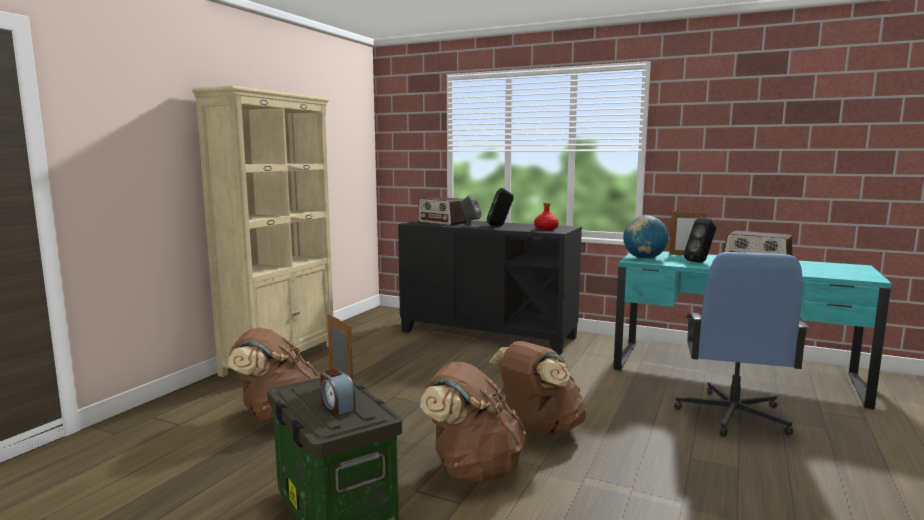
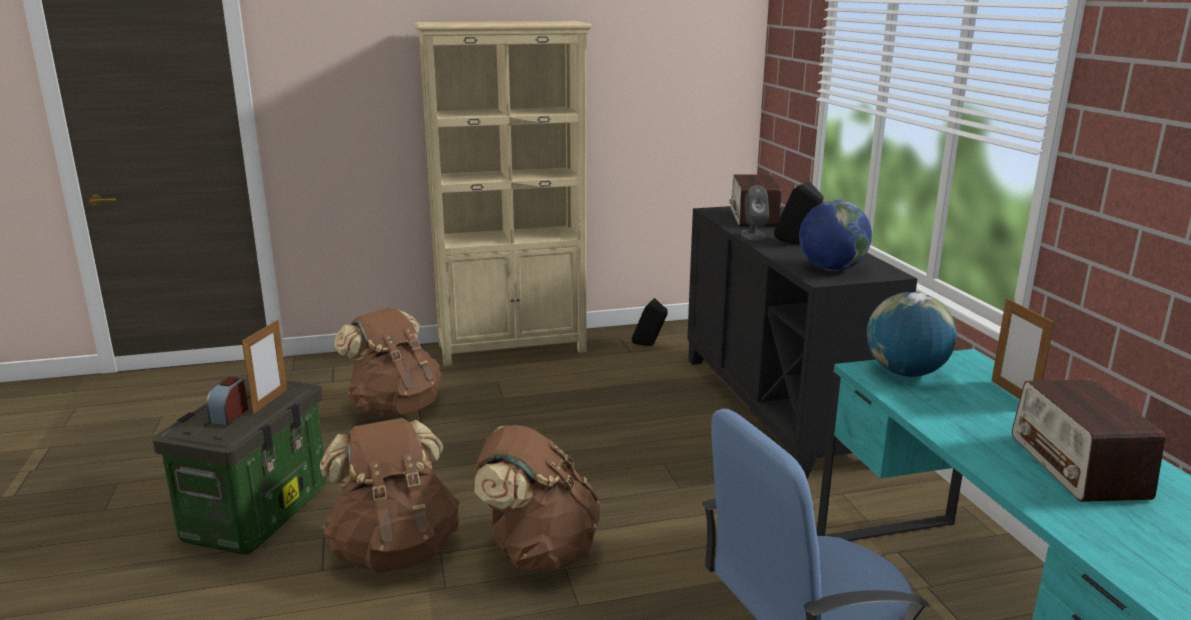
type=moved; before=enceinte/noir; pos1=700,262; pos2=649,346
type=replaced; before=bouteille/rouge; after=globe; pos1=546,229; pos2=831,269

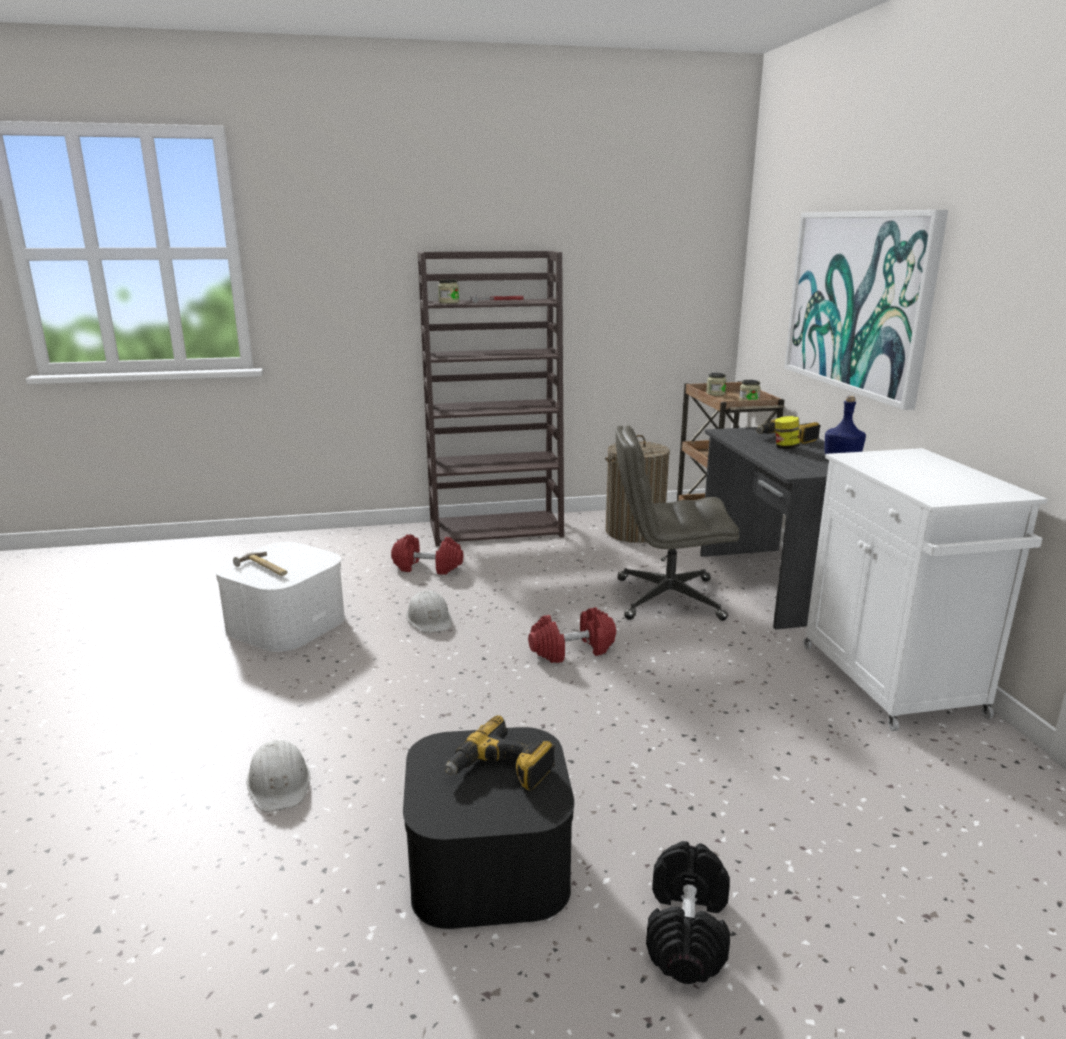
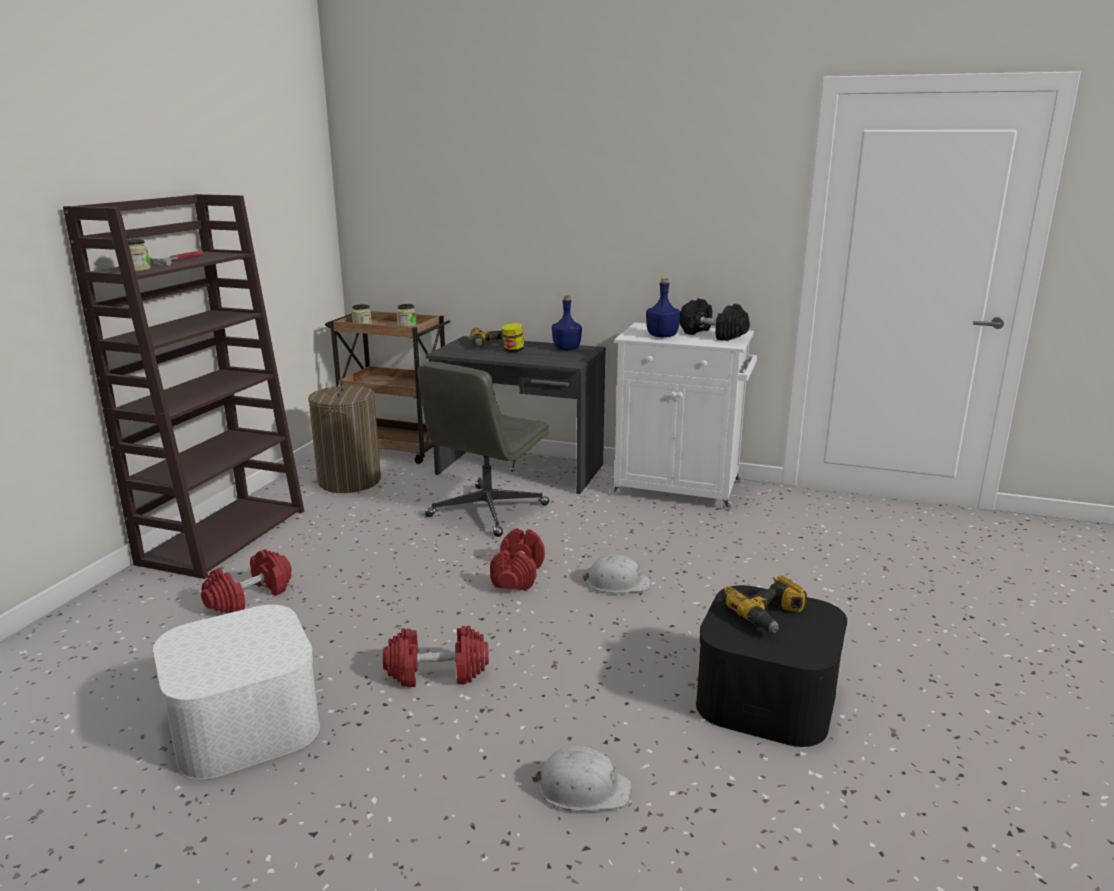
type=removed; before=marteau; pos1=263,569
type=removed; before=tableau; pos1=858,302
type=added; after=haltère/rouge; pos2=437,673
type=added; after=bouteille/bleu; pos2=661,336
type=moved; before=casque de chantier/blanc; pos1=429,619; pos2=617,583
type=moved; before=haltère/noir; pos1=687,931; pos2=713,335

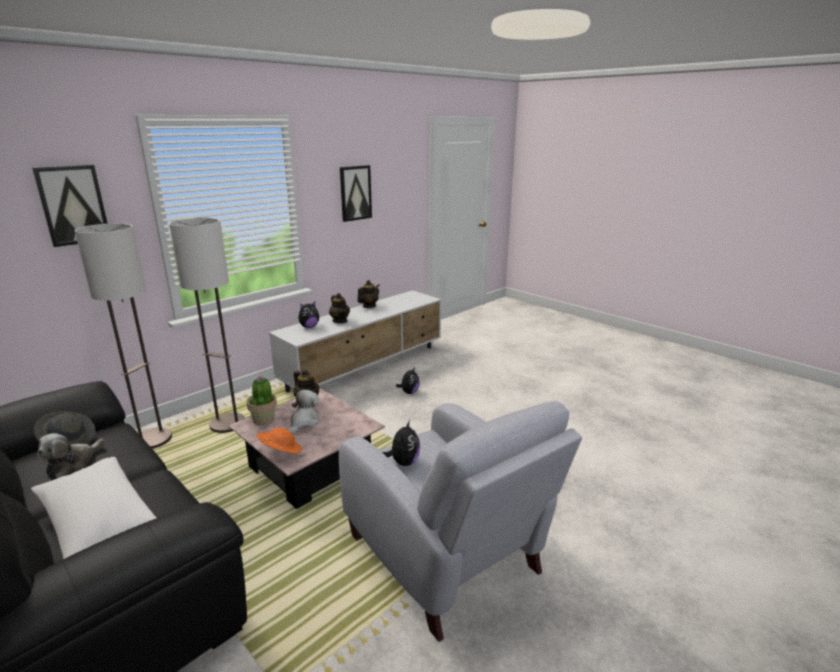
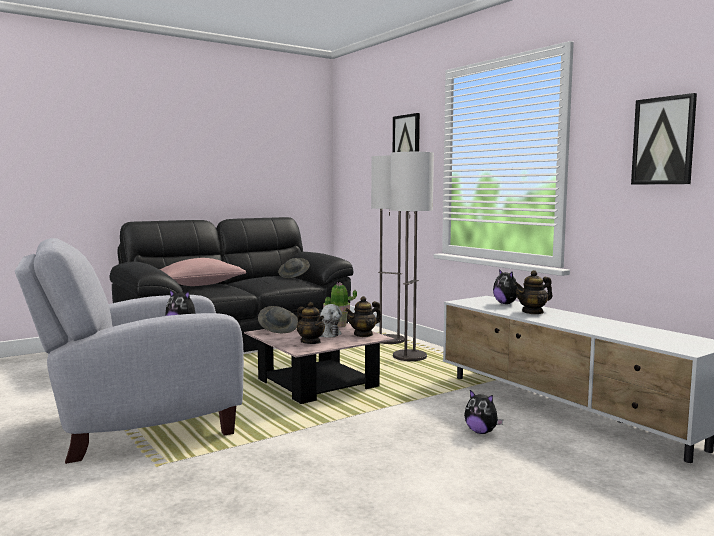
type=removed; before=peluche; pos1=73,463
type=moved; before=théière; pos1=369,306; pos2=311,342
type=recoloured; before=coussin/blanc; after=coussin/rose; pos1=99,524; pos2=199,285
type=recoloured; before=chapeau/orange; after=chapeau/gris; pos1=280,452; pos2=278,329

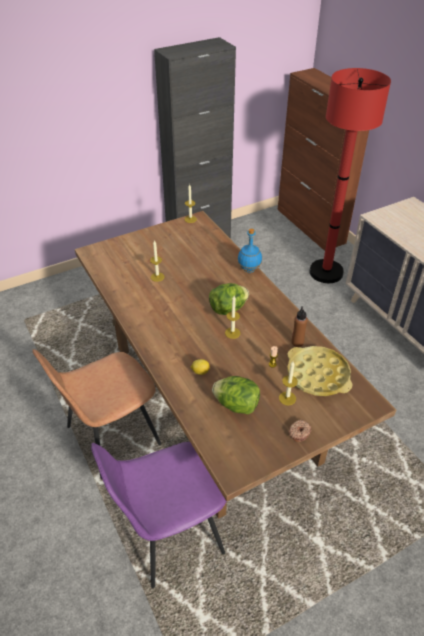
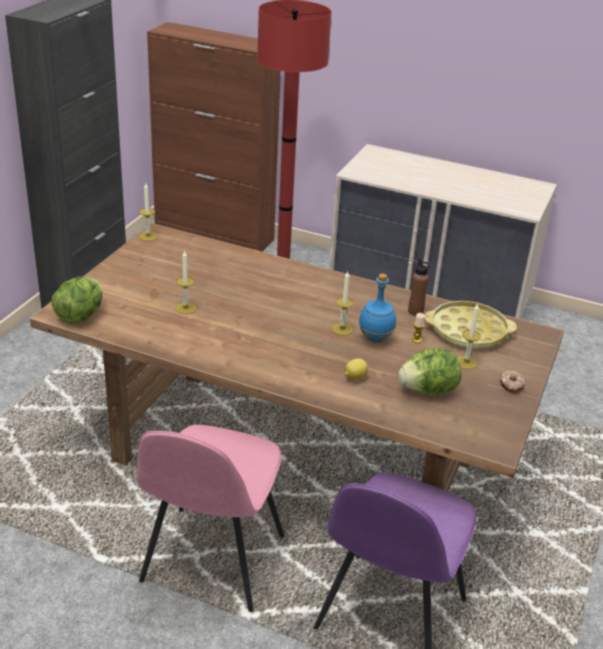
type=moved; before=laitue; pos1=228,309; pos2=80,316
type=moved; before=bouteille/bleu; pos1=249,269; pos2=375,338
type=recoloured; before=chaise/marron; after=chaise/rose; pos1=111,436; pos2=212,561

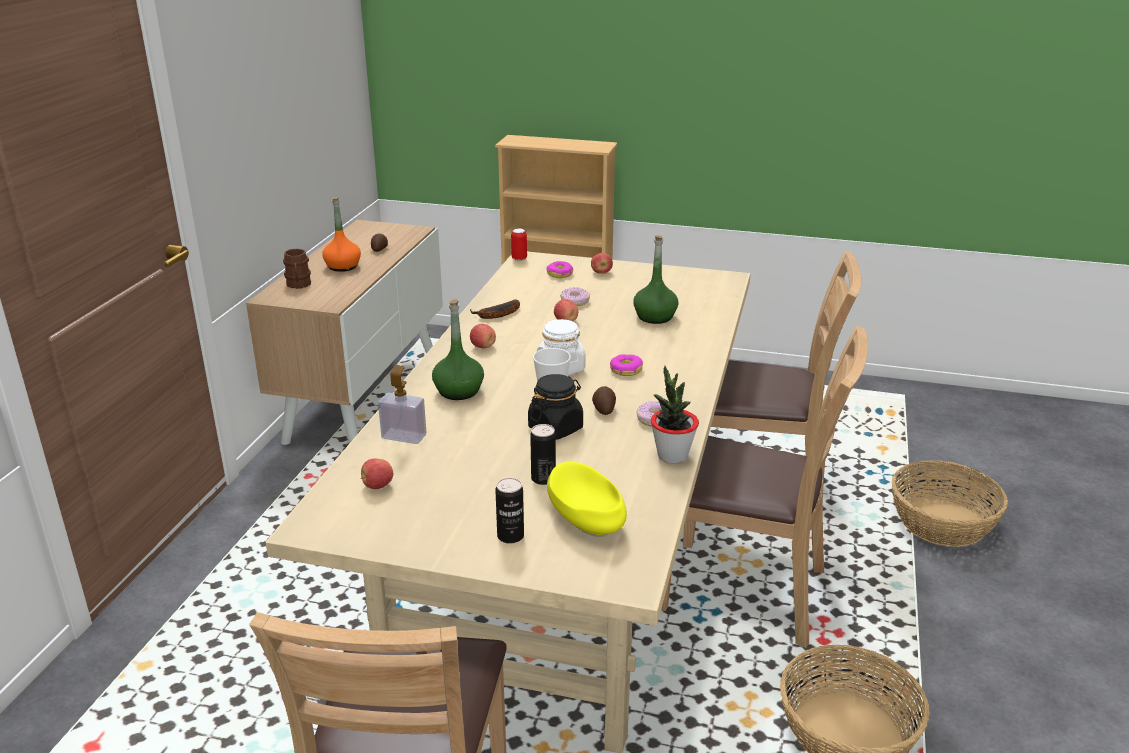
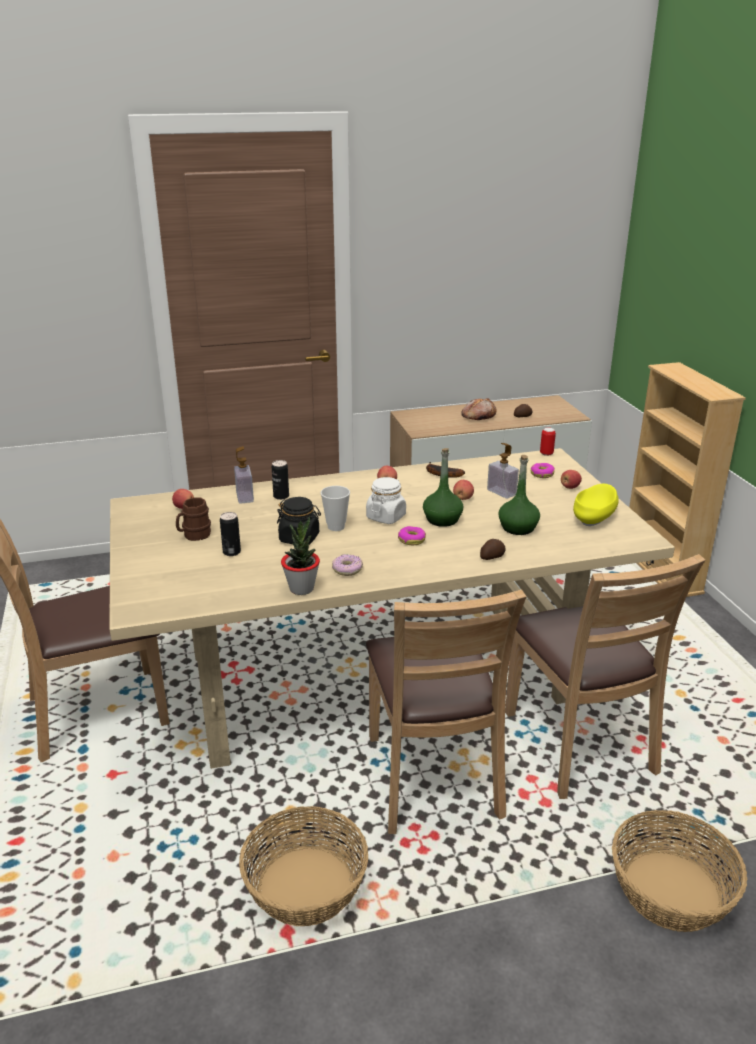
type=moved; before=mug/marron; pos1=298,285; pos2=194,535
type=moved; before=bouteille/vert; pos1=458,391; pos2=442,519
type=moved; before=boîte métallique; pos1=510,536; pos2=281,496
type=moved; before=bol/jaune; pos1=586,517; pos2=594,516
type=moved; before=pomme de terre; pos1=604,409; pos2=491,556
type=replaced; before=bouteille/orange; after=pain; pos1=342,266; pos2=478,416
type=replaced; before=beignet; after=distributeur de savon; pos1=575,301; pos2=501,492

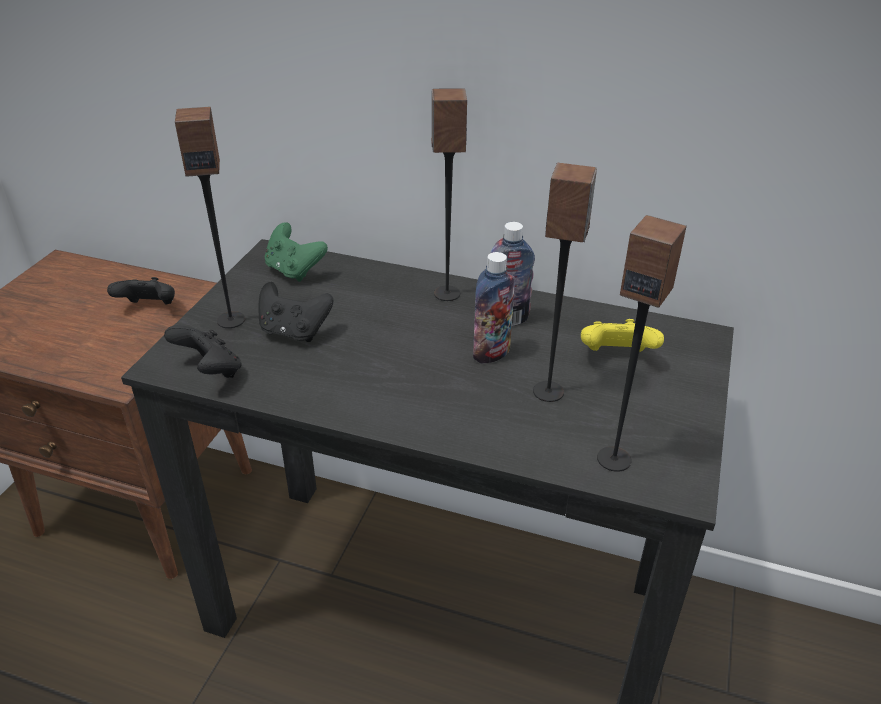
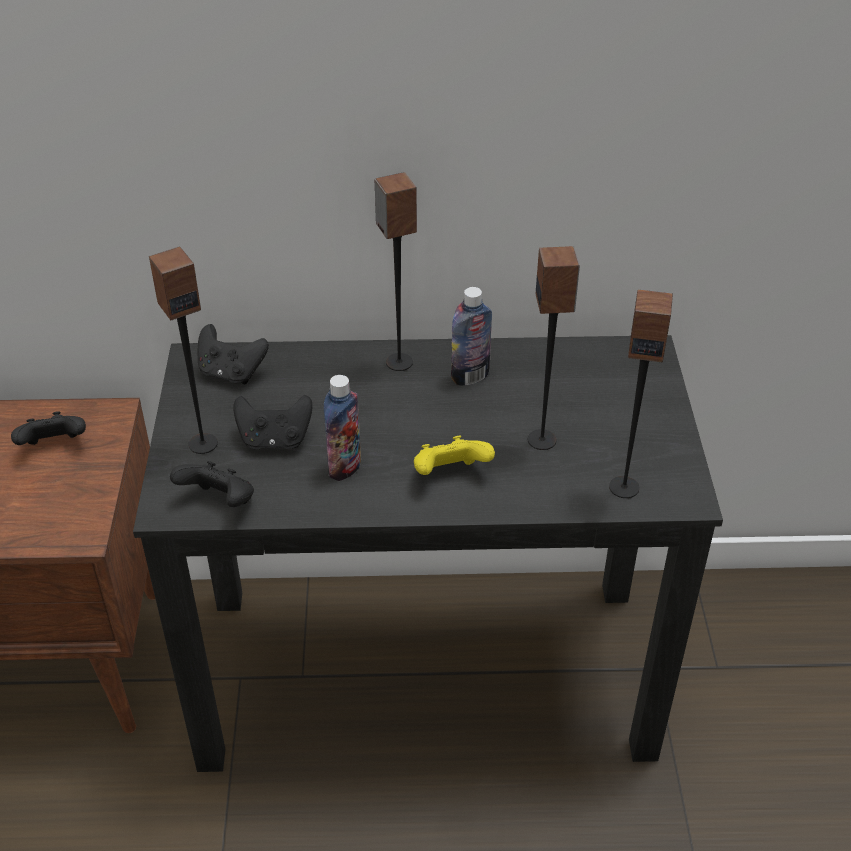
type=moved; before=bouteille; pos1=491,353; pos2=345,467
type=moved; before=manette/jaune; pos1=615,357; pos2=450,474
type=recoloured; before=manette/vert; after=manette/noir; pos1=294,270; pos2=231,373

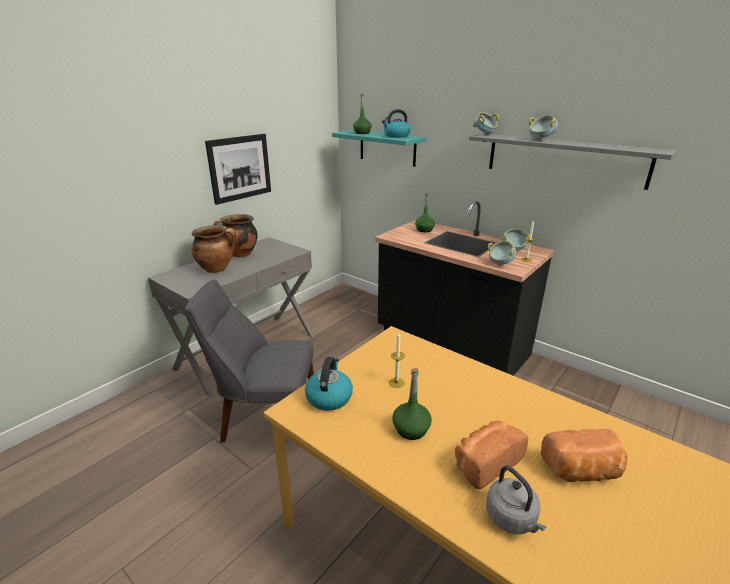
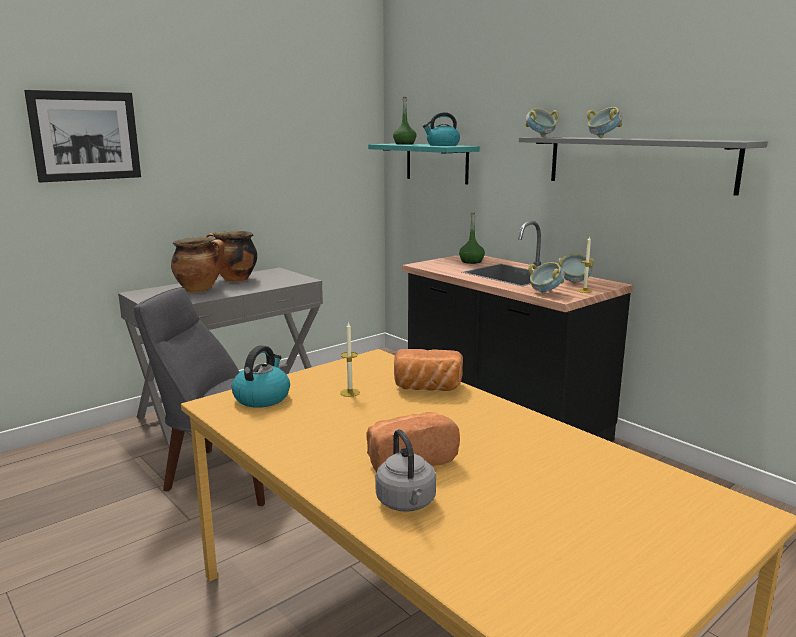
type=removed; before=bouteille/vert; pos1=411,429
type=moved; before=tableau; pos1=240,168; pos2=85,136
type=moved; before=pain; pos1=582,471; pos2=427,388

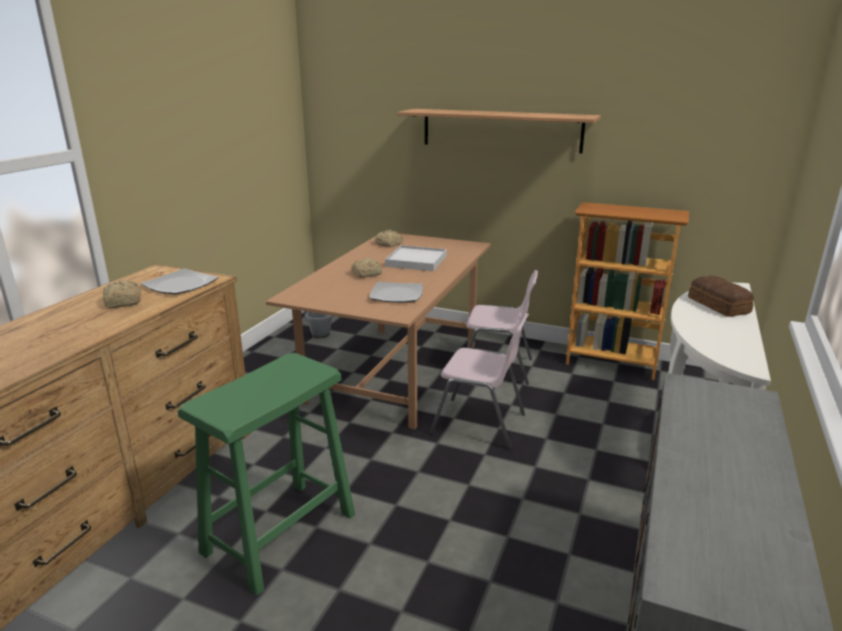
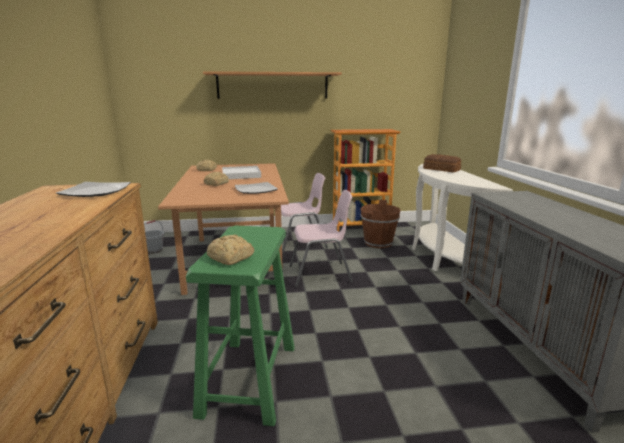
type=added; after=seau/marron; pos2=378,243
type=moved; before=pain; pos1=123,302; pos2=230,258

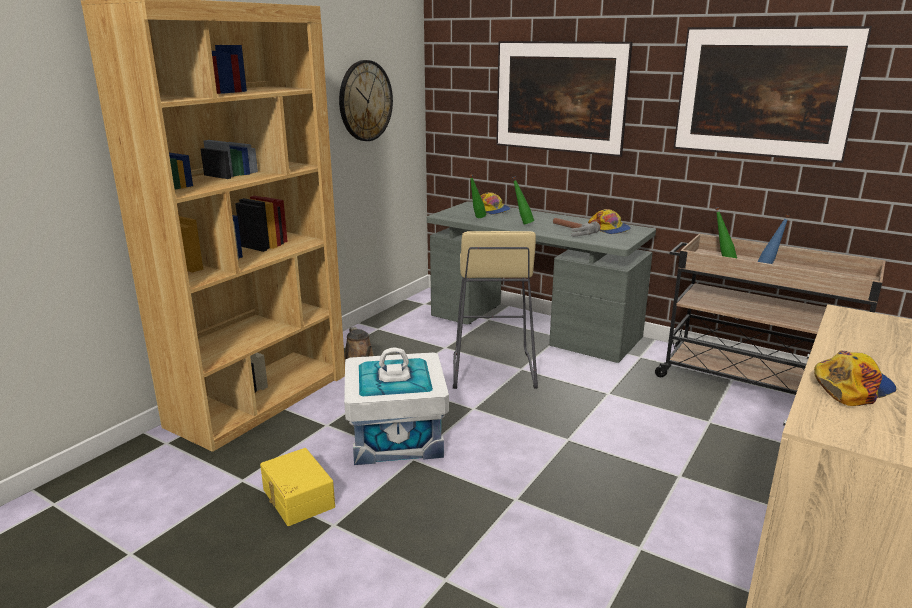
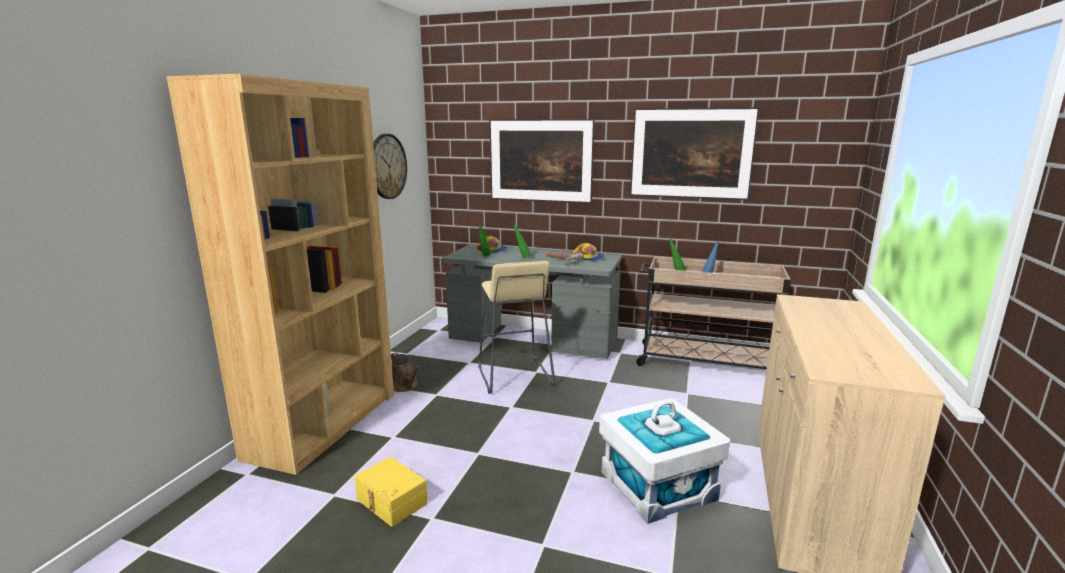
type=removed; before=casquette; pos1=851,387
type=moved; before=boîte de rangement/blanc; pos1=396,436; pos2=657,485

